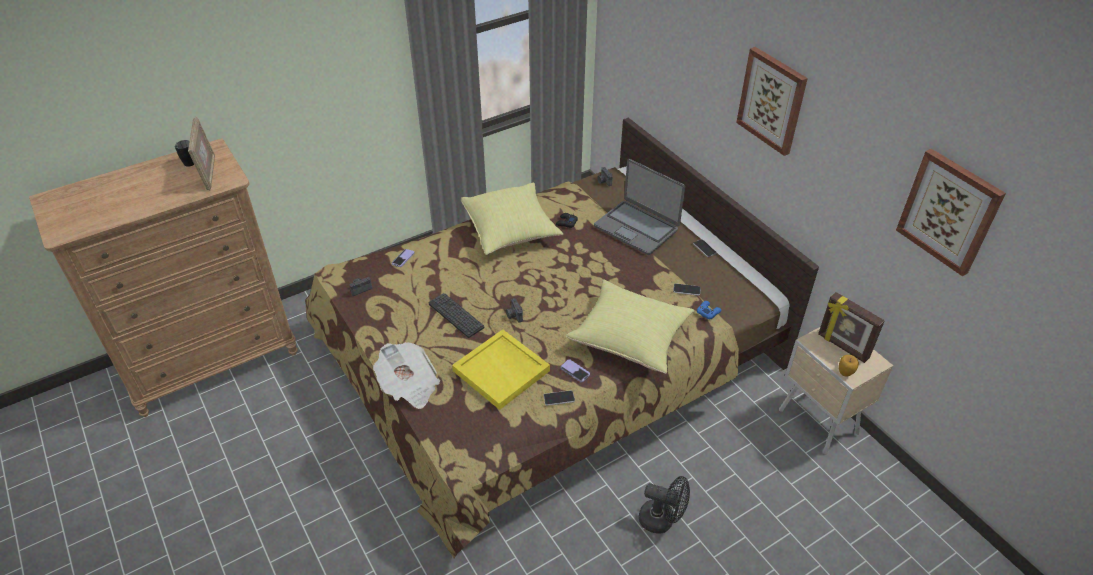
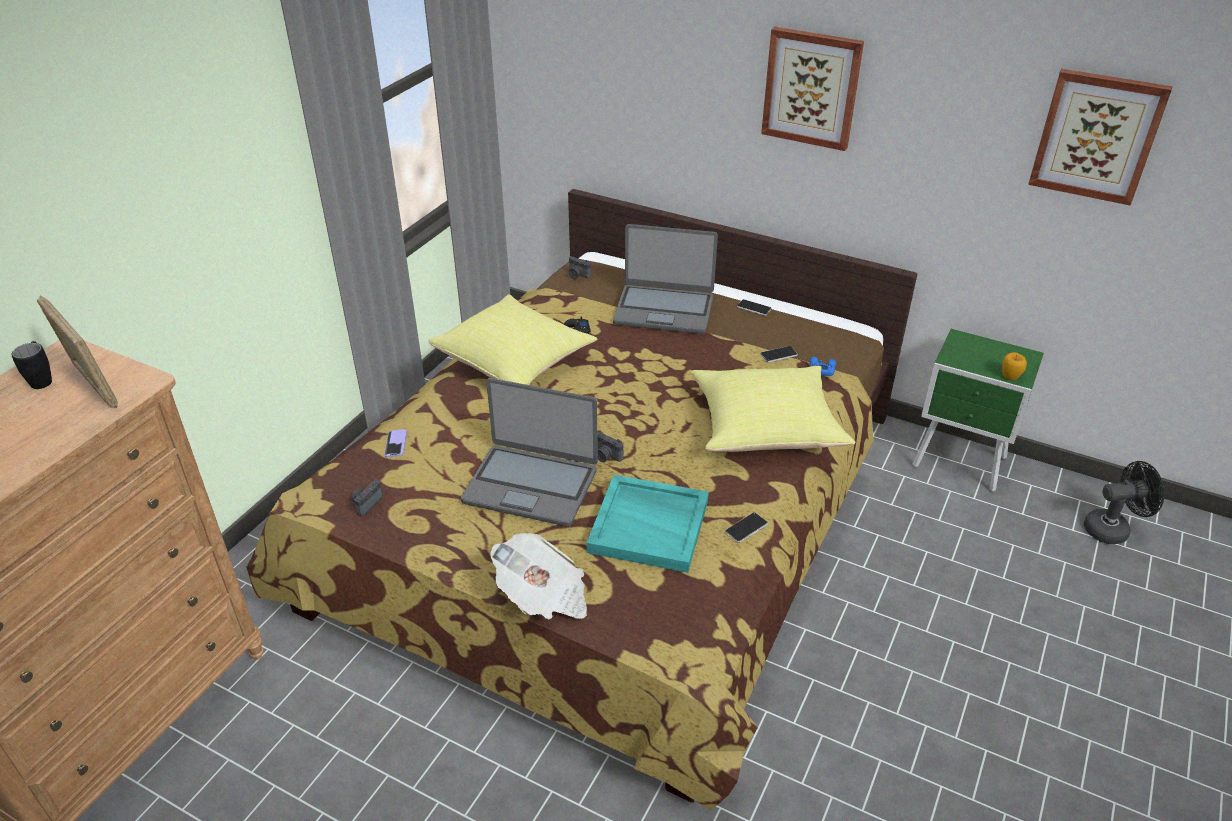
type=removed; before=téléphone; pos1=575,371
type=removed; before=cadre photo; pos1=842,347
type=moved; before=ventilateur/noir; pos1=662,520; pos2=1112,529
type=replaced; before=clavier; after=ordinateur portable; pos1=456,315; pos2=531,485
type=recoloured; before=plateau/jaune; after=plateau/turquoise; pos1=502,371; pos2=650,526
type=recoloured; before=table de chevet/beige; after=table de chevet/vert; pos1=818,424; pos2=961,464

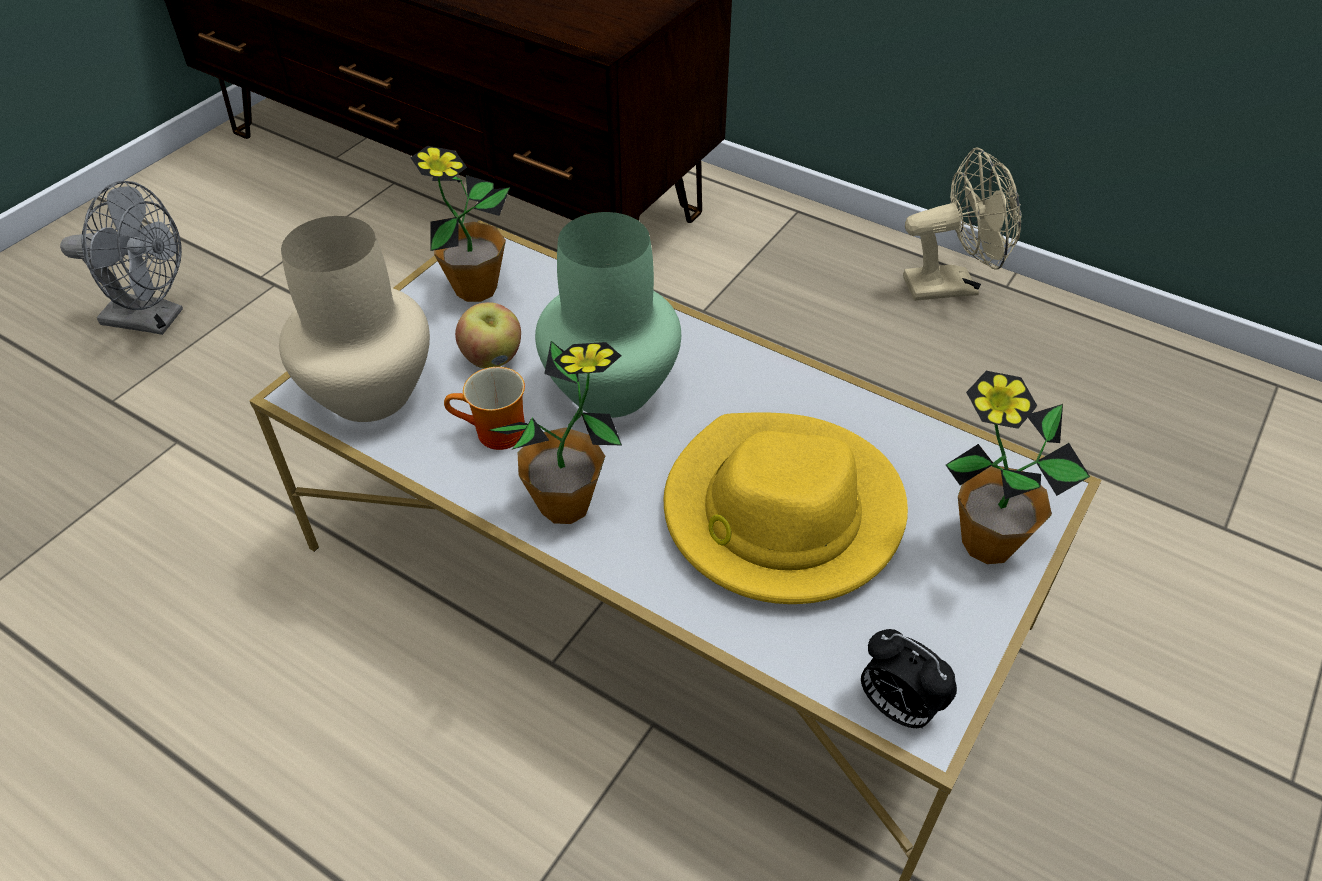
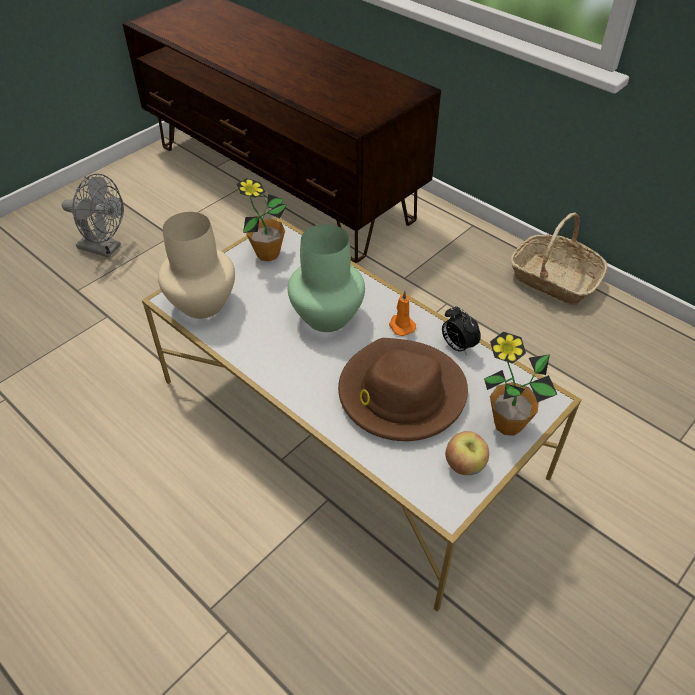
type=removed; before=mug; pos1=494,435
type=removed; before=plante en pot; pos1=565,505
type=added; after=bougie/orange; pos2=401,326
type=moved; before=pomme; pos1=493,358; pos2=464,465
type=moved; before=réveil; pos1=896,707; pos2=457,346
type=replaced; before=ventilateur/beige; after=panier; pos1=951,285; pos2=553,279
type=recoloured; before=chapeau/jaune; after=chapeau/marron; pos1=780,513; pos2=400,393

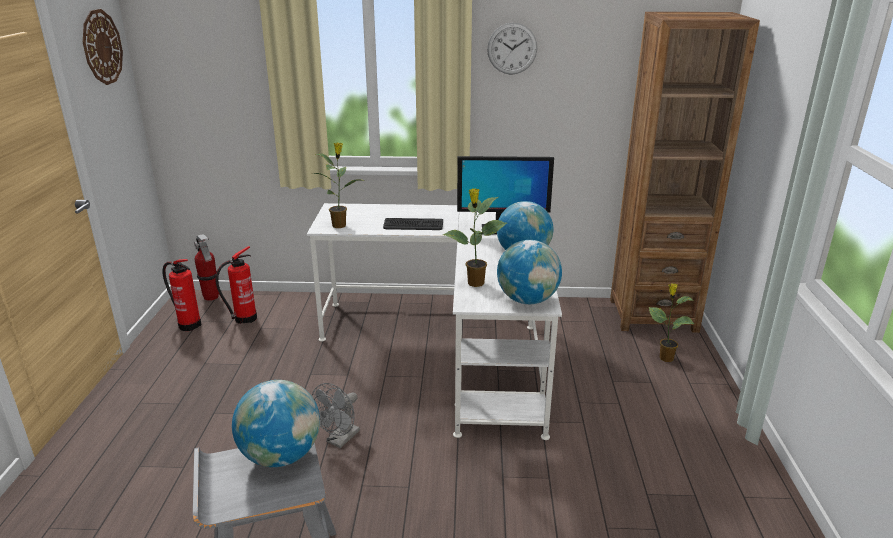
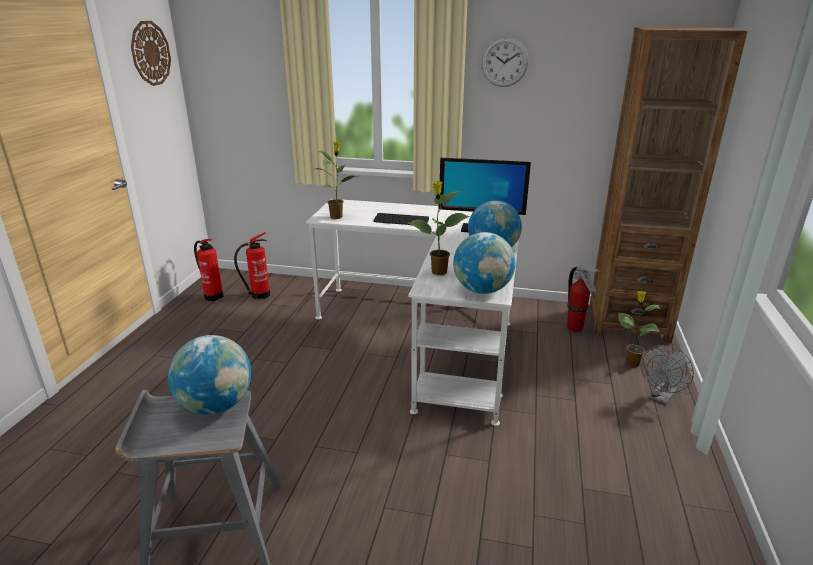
type=moved; before=extincteur; pos1=211,297; pos2=575,329
type=moved; before=ventilateur/gris; pos1=340,440; pos2=661,397

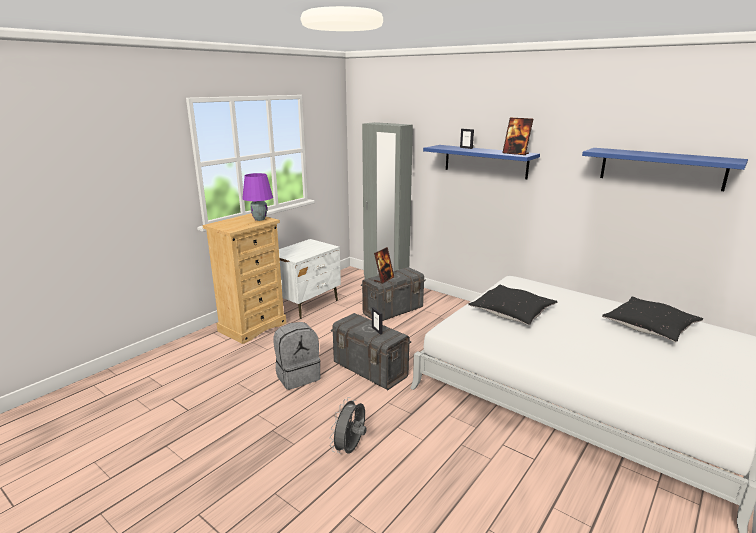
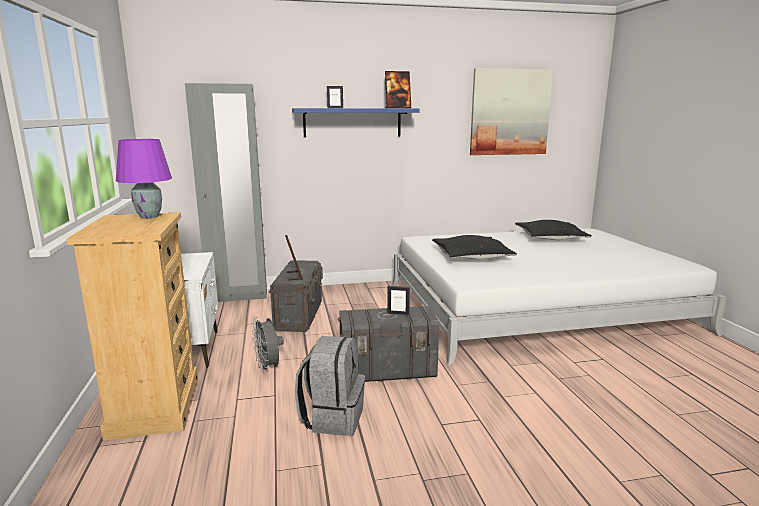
type=moved; before=ventilateur/gris; pos1=350,449; pos2=268,368
type=replaced; before=étagère/bleu; after=tableau; pos1=661,168; pos2=510,112

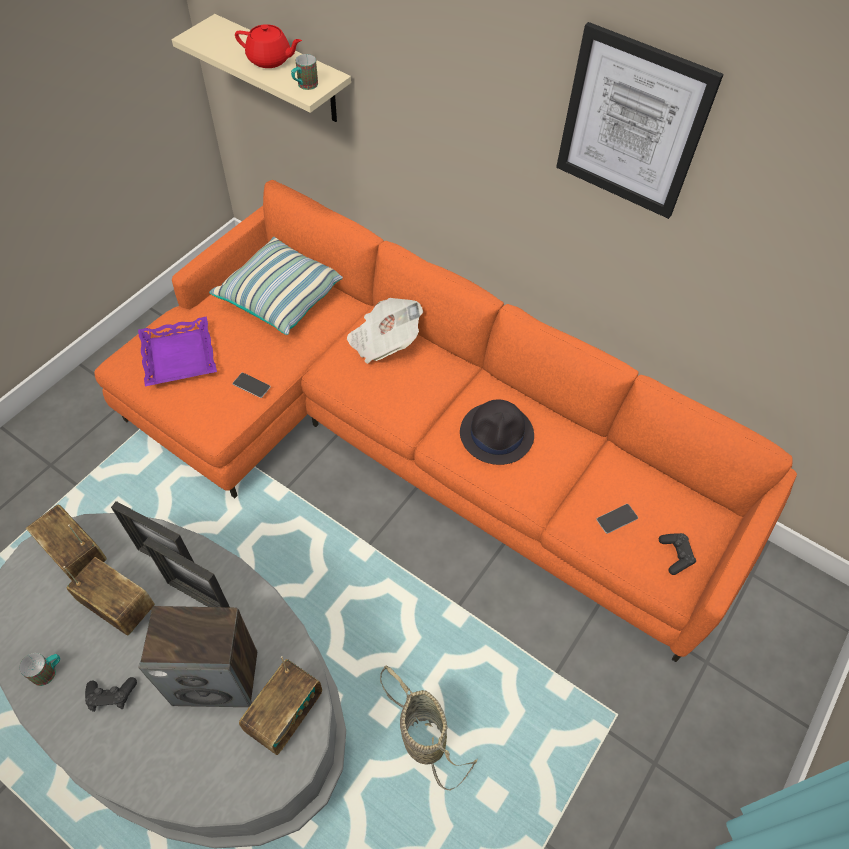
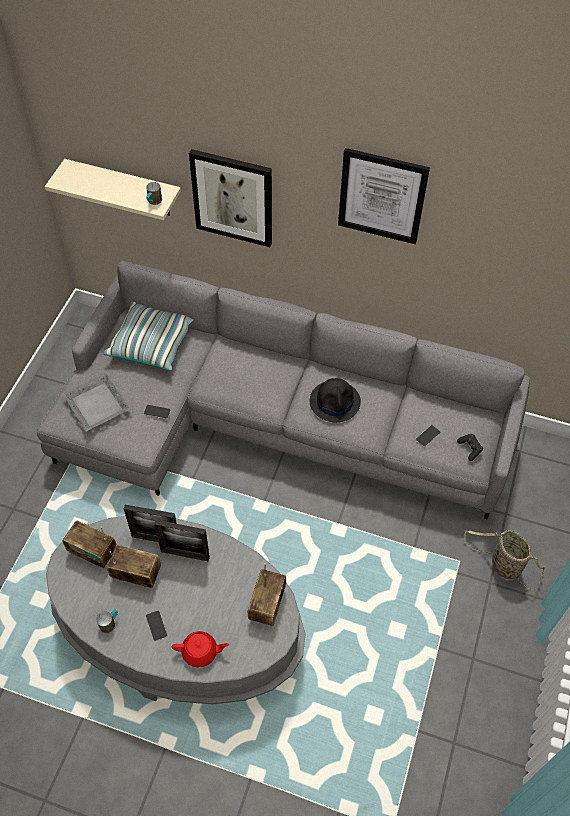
type=removed; before=enceinte; pos1=217,677
type=removed; before=journal; pos1=384,341
type=added; after=tableau; pos2=233,198
type=moved; before=théière/rouge; pos1=270,60; pos2=200,652
type=moved; before=panier; pos1=421,735; pos2=503,565
type=replaced; before=manette/noir; after=téléphone; pos1=111,696; pos2=156,625
type=recoloured; before=canapé/orange; after=canapé/gris; pos1=413,440; pos2=269,422
type=recoloured; before=plateau/violet; after=plateau/gris; pos1=178,356; pos2=97,405

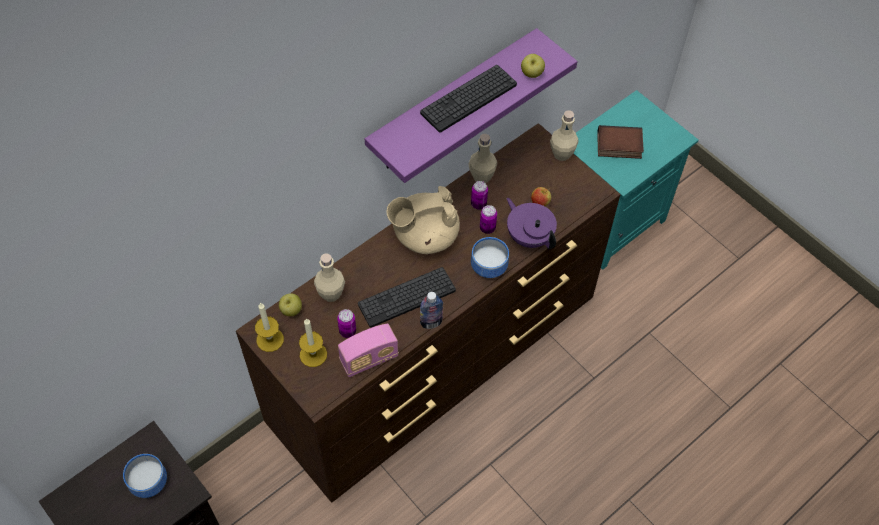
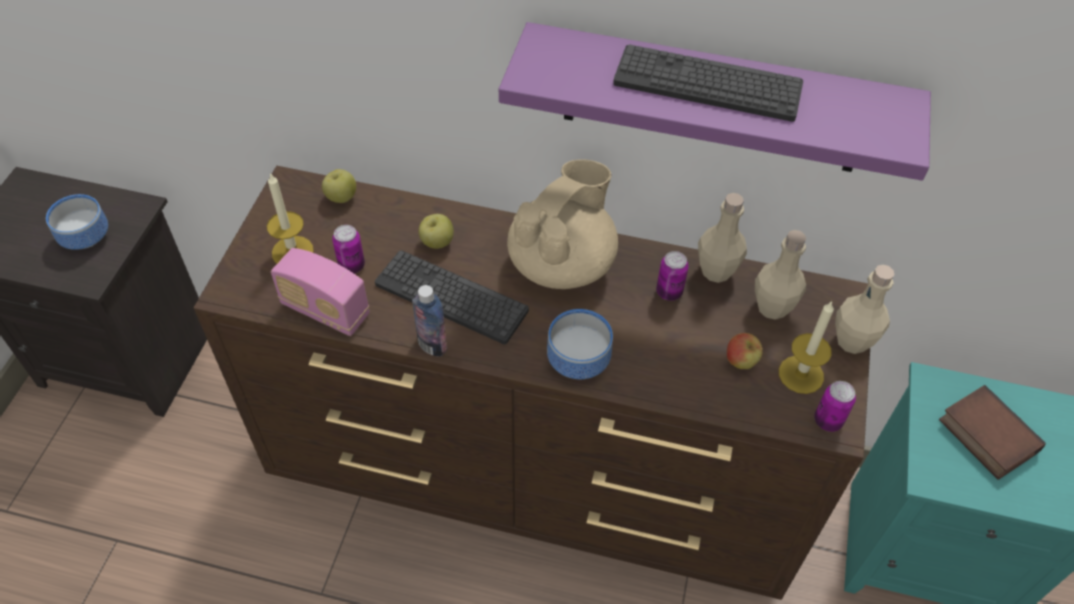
type=removed; before=théière/violet; pos1=529,236
type=moved; before=bougie; pos1=270,339; pos2=801,374
type=moved; before=bouteille/beige; pos1=331,294; pos2=772,307
type=moved; before=boîte métallique; pos1=487,228; pos2=828,421
type=moved; before=pomme; pos1=531,74; pos2=437,243
type=turned; before=théière/beige; pos1=424,236; pos2=562,263; turn=90

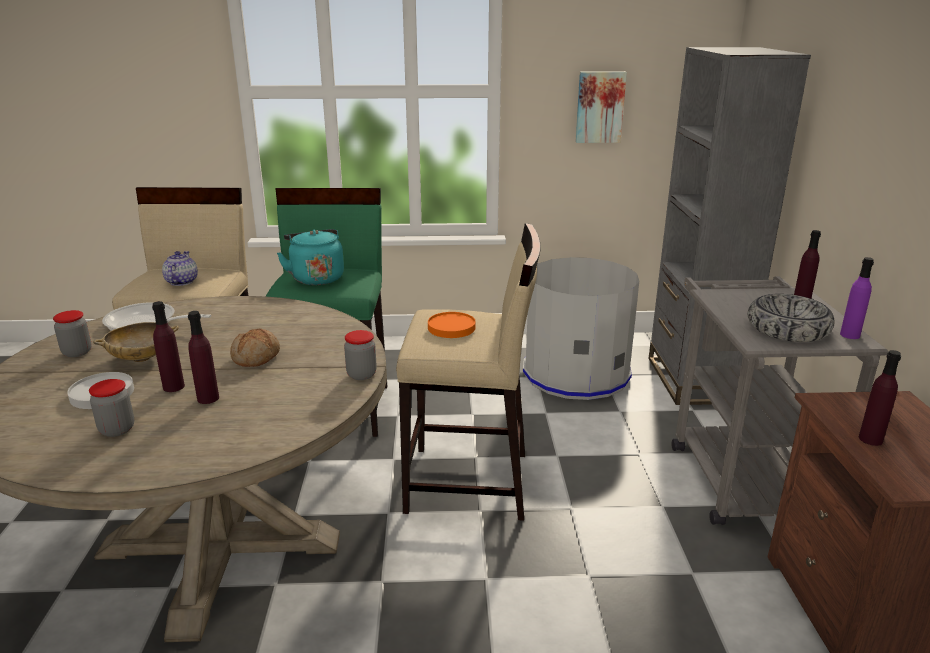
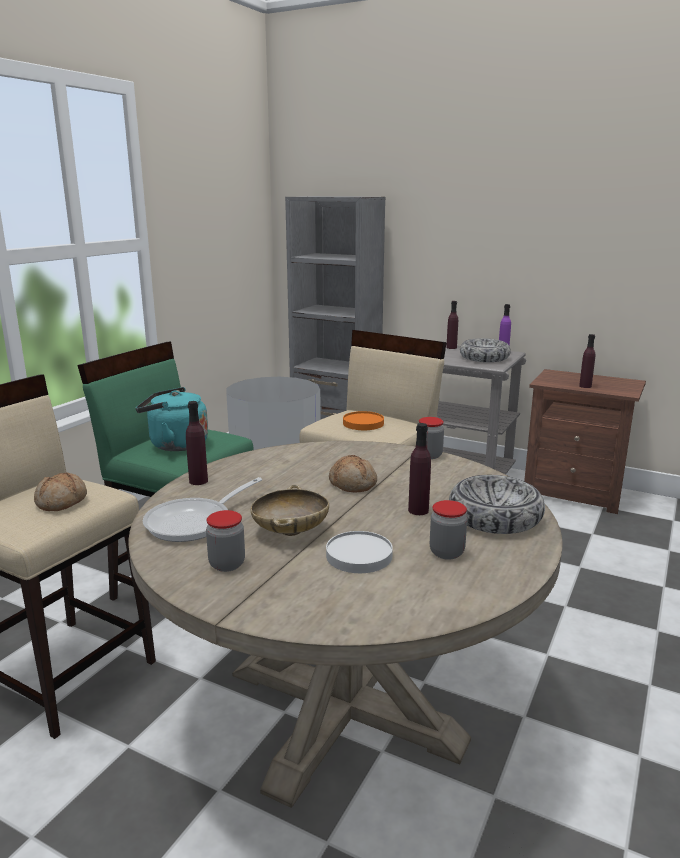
type=removed; before=tableau; pos1=599,107
type=added; after=bol; pos2=495,517
type=moved; before=bouteille/violet; pos1=173,387; pos2=198,481
type=replaced; before=théière; after=pain; pos1=181,282; pos2=62,502

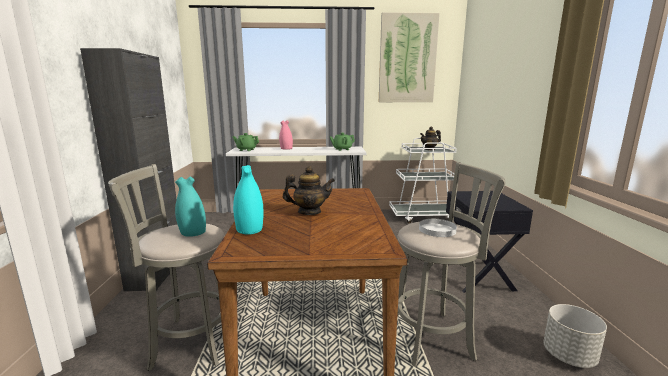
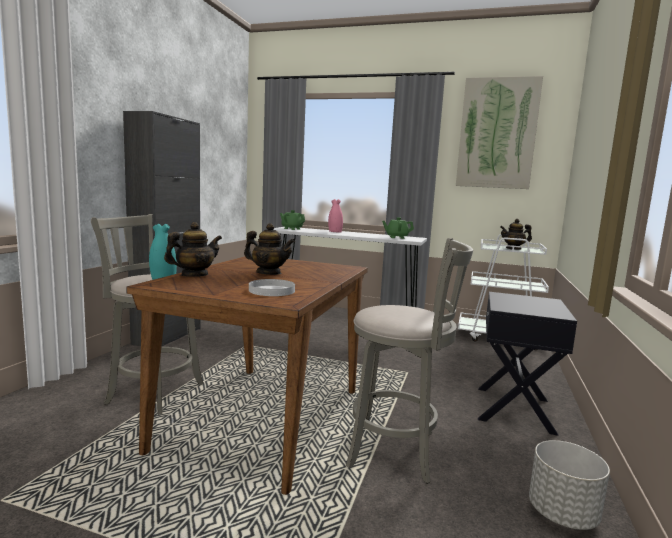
type=moved; before=assiette/blanc; pos1=437,229; pos2=271,290
type=replaced; before=vase/turquoise; after=théière; pos1=249,229; pos2=194,275

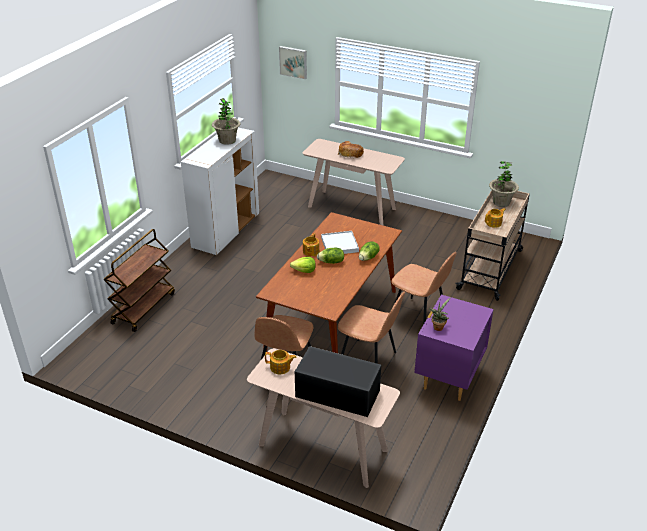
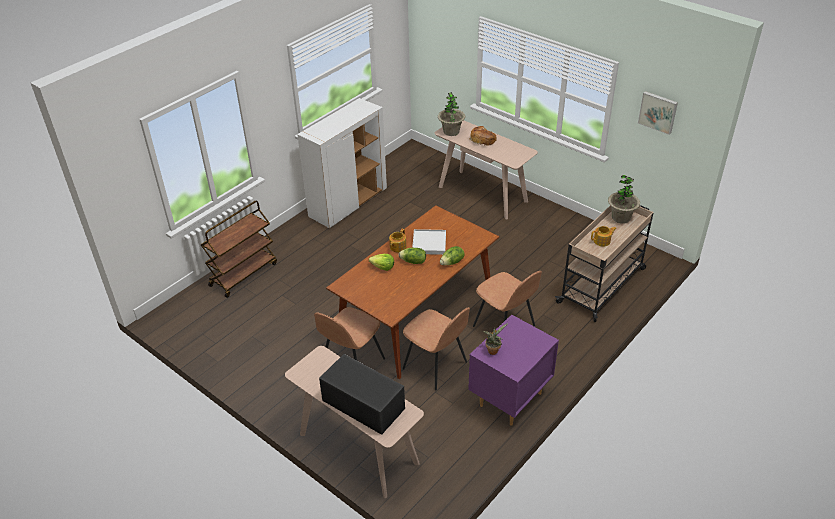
type=removed; before=théière; pos1=280,367
type=moved; before=plante en pot; pos1=227,140; pos2=451,131
type=moved; before=tableau; pos1=293,62; pos2=658,112

